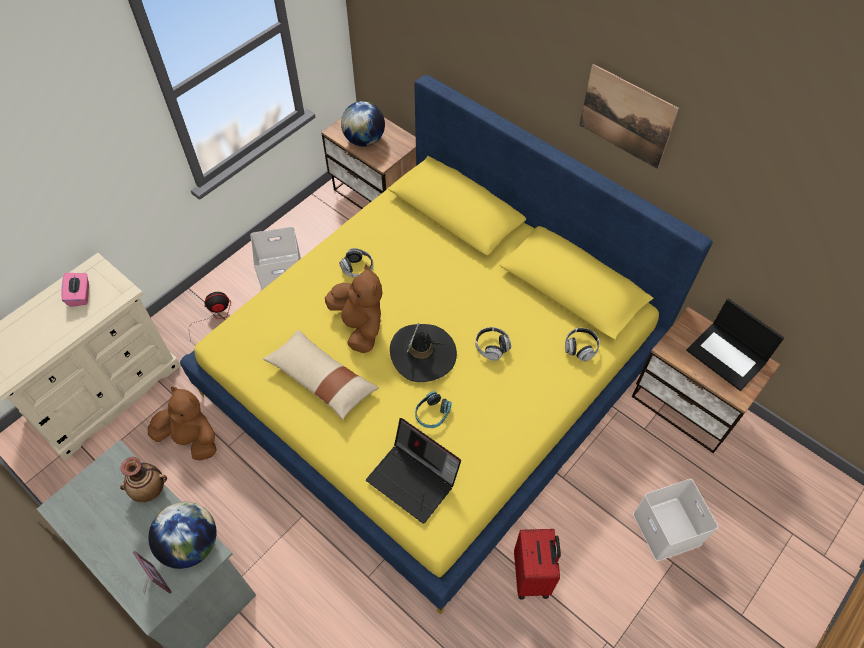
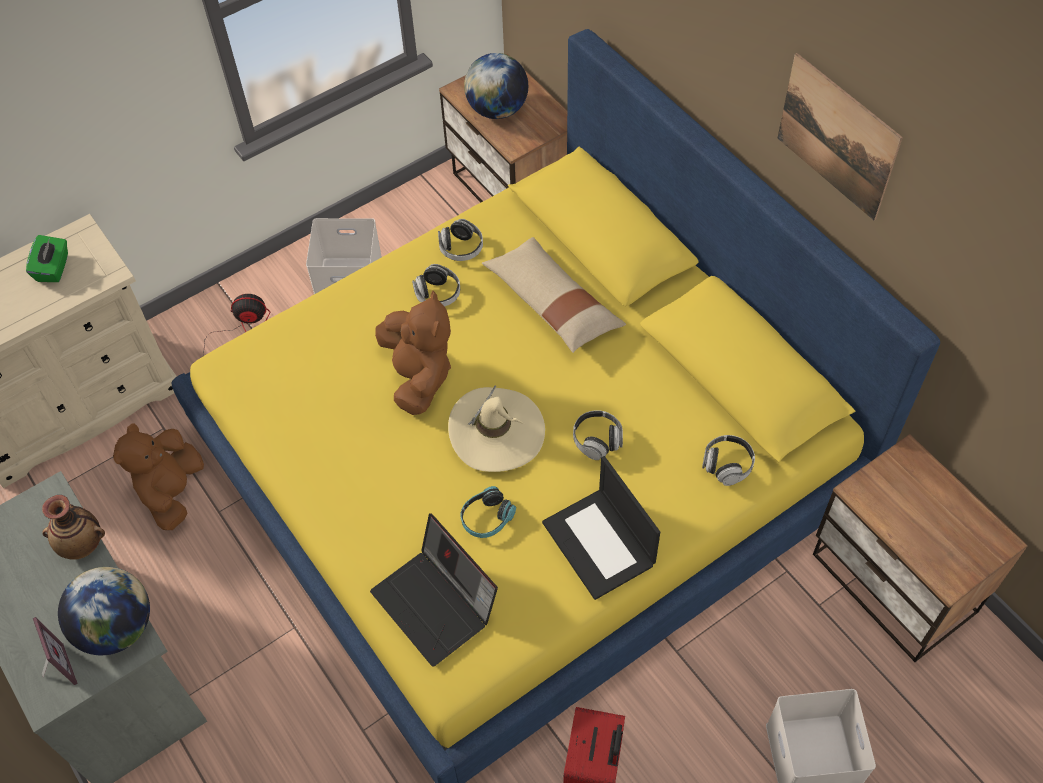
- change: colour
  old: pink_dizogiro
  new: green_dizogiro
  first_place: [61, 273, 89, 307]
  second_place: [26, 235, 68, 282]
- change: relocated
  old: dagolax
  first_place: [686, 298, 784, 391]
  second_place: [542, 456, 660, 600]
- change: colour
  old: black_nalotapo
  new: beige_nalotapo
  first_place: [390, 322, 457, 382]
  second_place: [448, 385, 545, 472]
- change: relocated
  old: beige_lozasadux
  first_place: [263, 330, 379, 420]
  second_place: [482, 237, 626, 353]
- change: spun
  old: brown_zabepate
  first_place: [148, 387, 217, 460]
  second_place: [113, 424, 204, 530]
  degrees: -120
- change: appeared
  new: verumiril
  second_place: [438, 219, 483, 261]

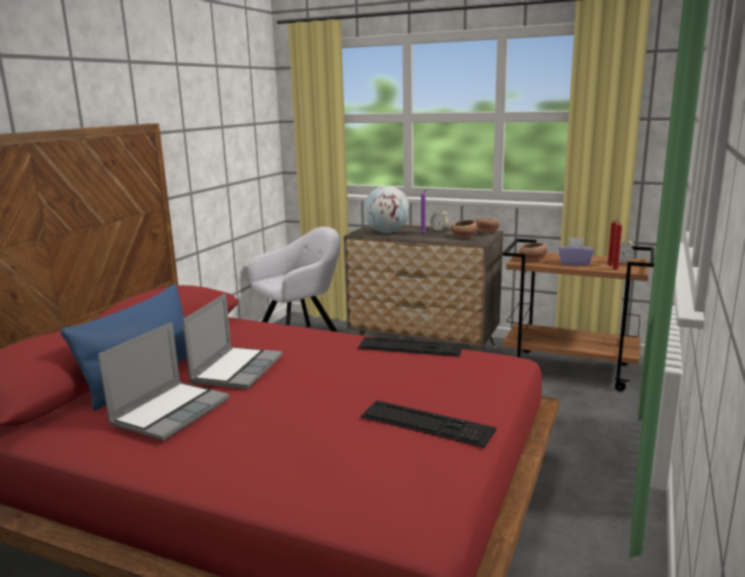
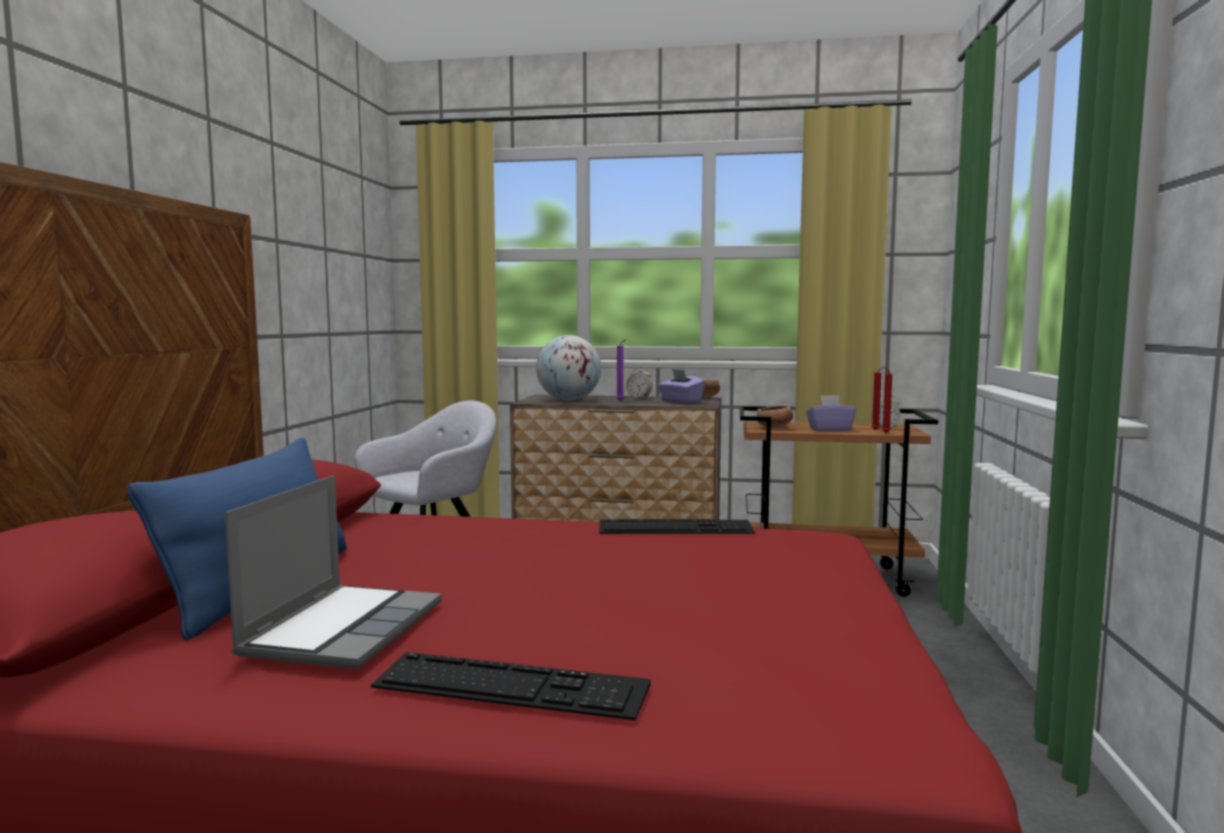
- change: exchanged
  old: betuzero
  new: purple_dizogiro
  first_place: [451, 220, 478, 238]
  second_place: [658, 369, 705, 404]
- change: missing
  old: dagolax
  first_place: [182, 293, 282, 389]
- change: relocated
  old: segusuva
  first_place: [360, 400, 496, 448]
  second_place: [371, 652, 651, 720]

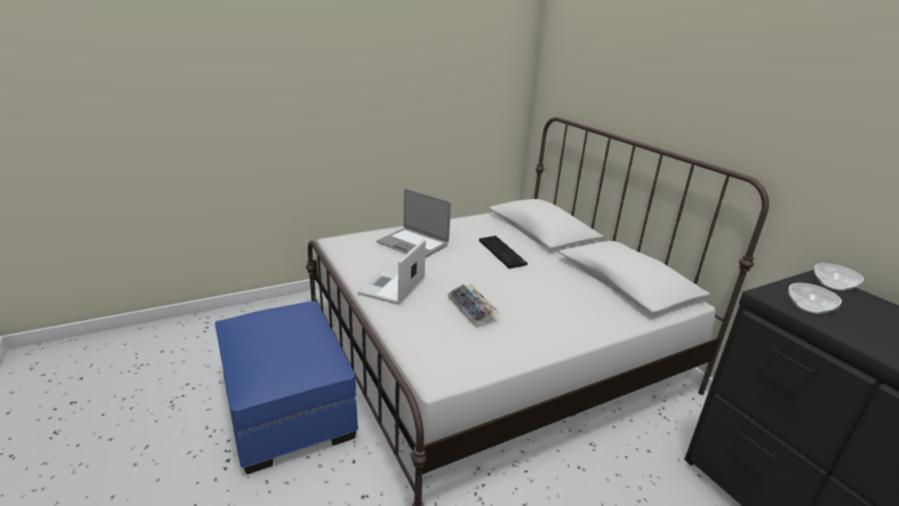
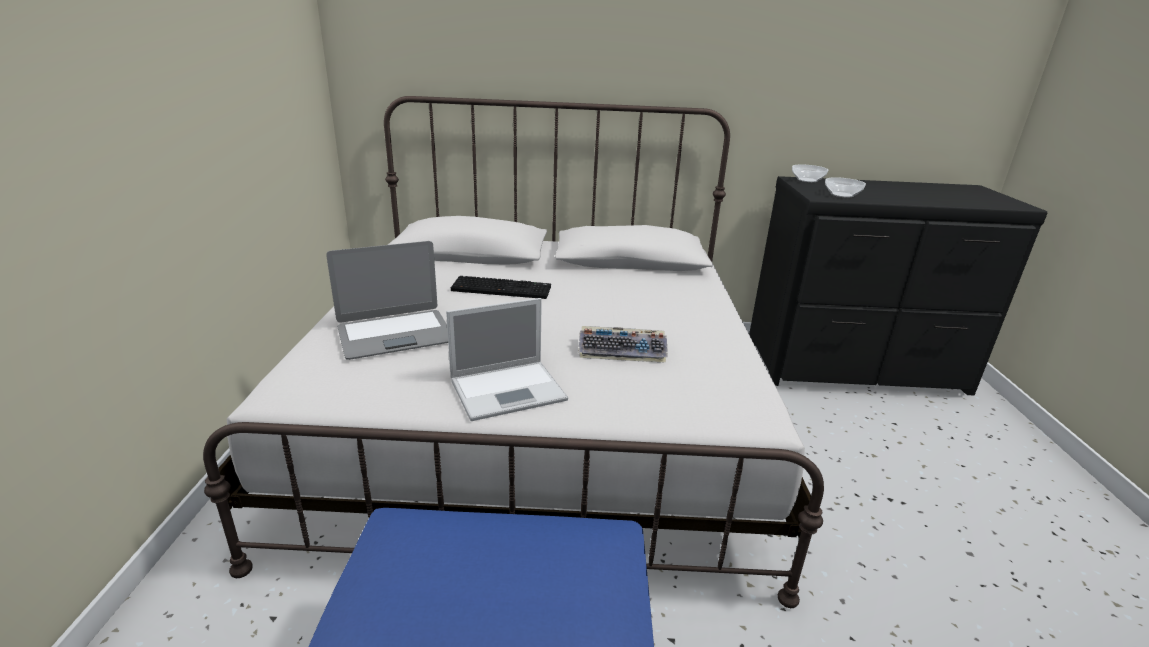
- change: spun
  old: dagolax
  first_place: [358, 239, 426, 305]
  second_place: [446, 298, 568, 421]
  degrees: -75

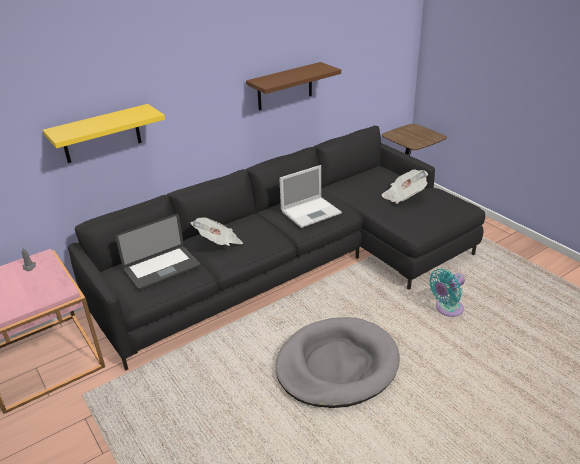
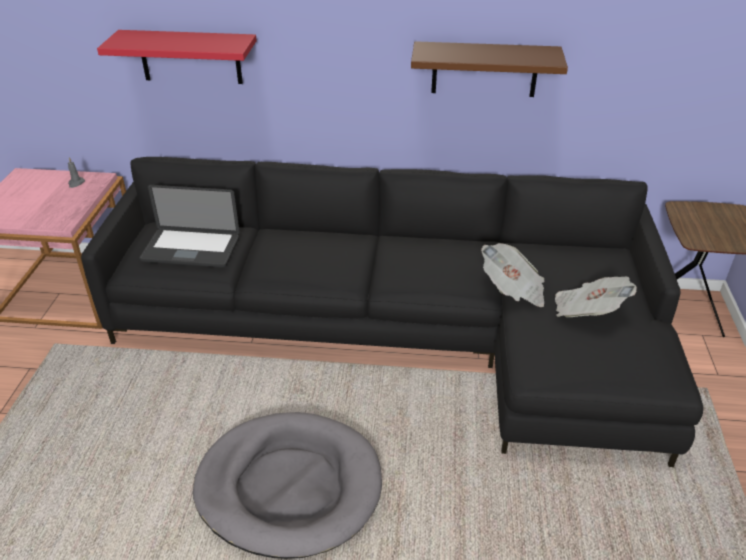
- change: colour
  old: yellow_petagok
  new: red_petagok
  first_place: [43, 104, 165, 163]
  second_place: [97, 30, 257, 84]
- change: missing
  old: dagolax
  first_place: [279, 165, 342, 228]
- change: relocated
  old: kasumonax
  first_place: [191, 217, 243, 246]
  second_place: [481, 243, 545, 307]
- change: missing
  old: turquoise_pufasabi
  first_place: [429, 269, 465, 317]

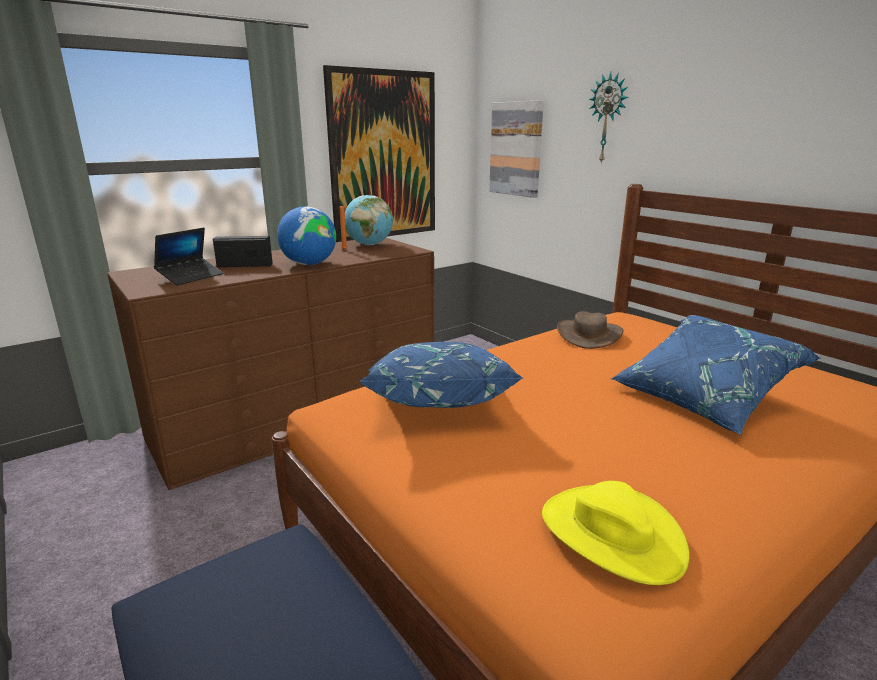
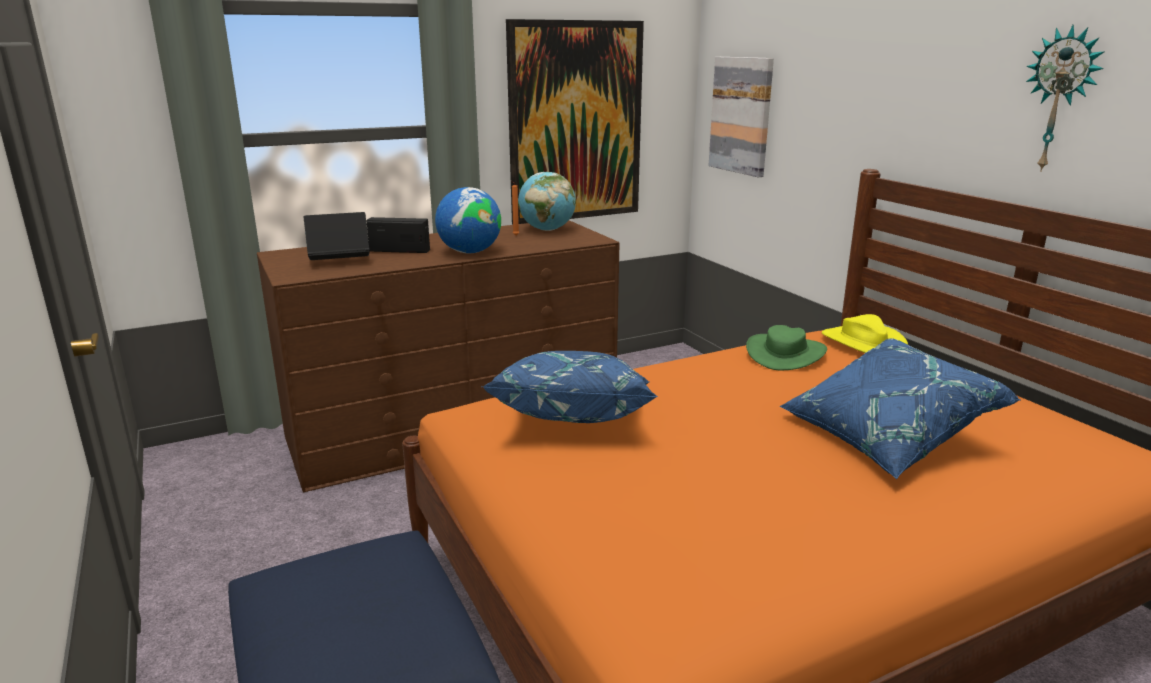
- change: relocated
  old: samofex
  first_place: [589, 72, 629, 164]
  second_place: [1026, 24, 1105, 172]
- change: spun
  old: dagolax
  first_place: [154, 227, 223, 286]
  second_place: [304, 212, 370, 260]
  degrees: -150
- change: colour
  old: brown_nalotapo
  new: green_nalotapo
  first_place: [557, 311, 623, 349]
  second_place: [746, 325, 827, 371]
- change: relocated
  old: yellow_nalotapo
  first_place: [542, 481, 690, 585]
  second_place: [822, 314, 908, 353]

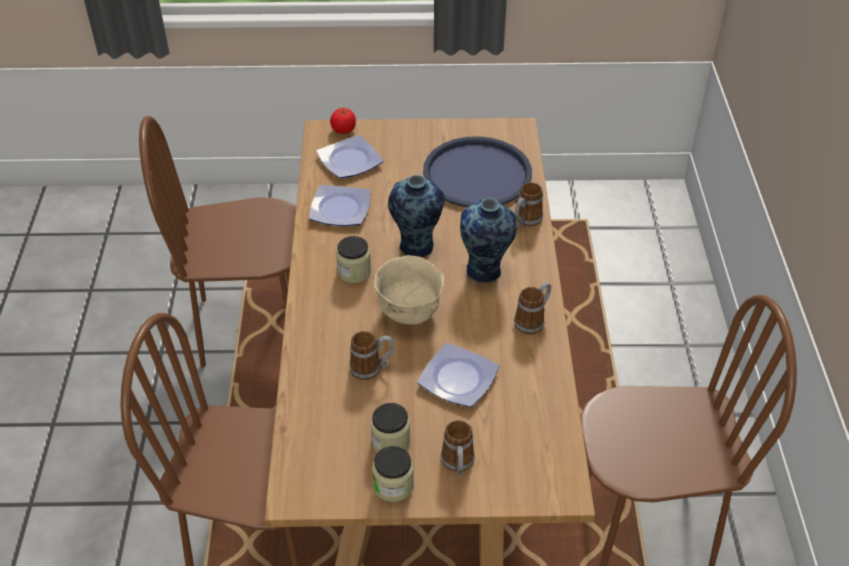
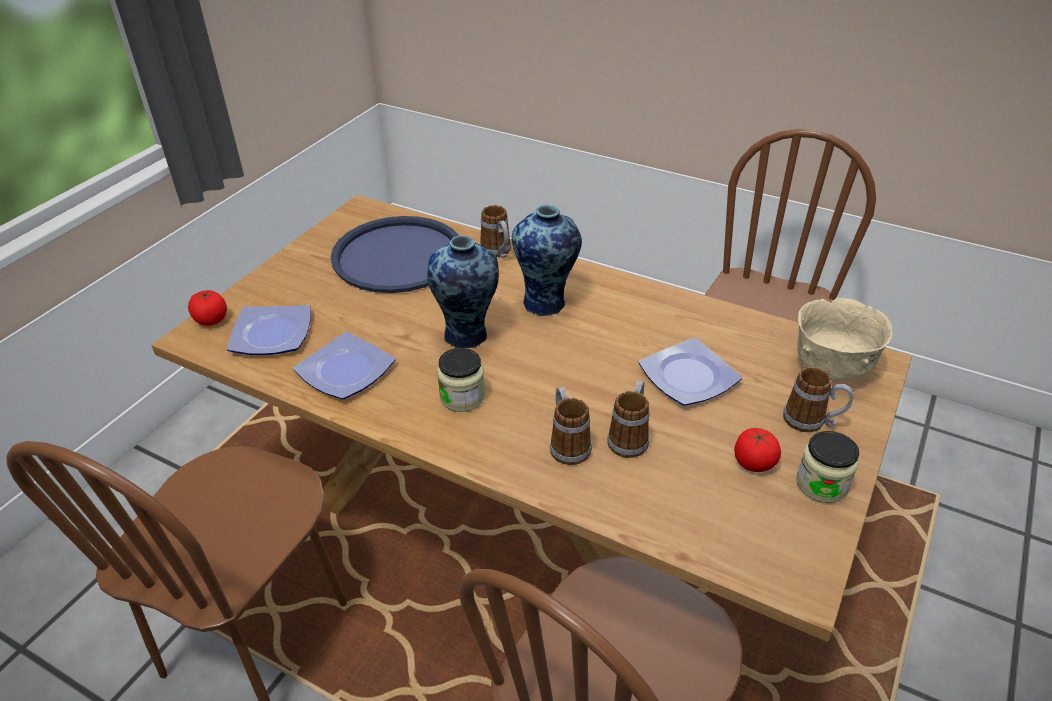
- change: relocated
  old: beige_betuzero
  first_place: [374, 255, 444, 324]
  second_place: [797, 297, 893, 381]
- change: relocated
  old: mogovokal
  first_place: [514, 282, 551, 334]
  second_place: [550, 387, 592, 465]
- change: exchanged
  old: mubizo
  new: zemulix
  first_place: [370, 403, 410, 453]
  second_place: [734, 428, 781, 472]

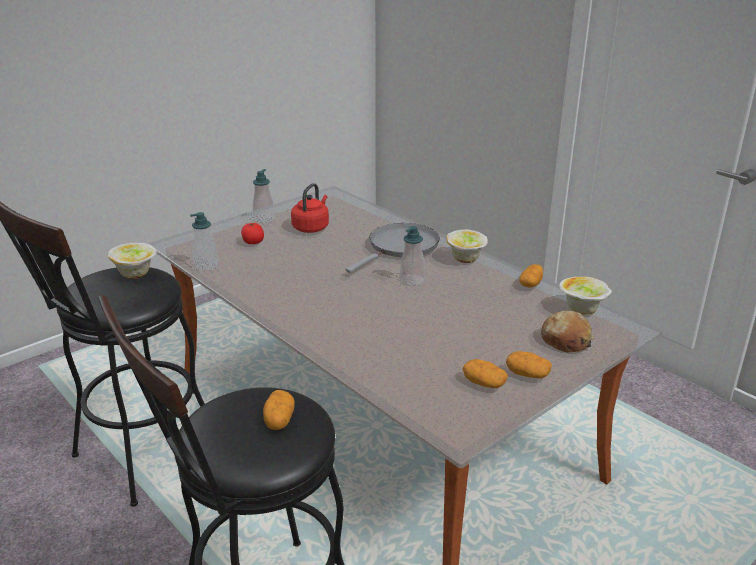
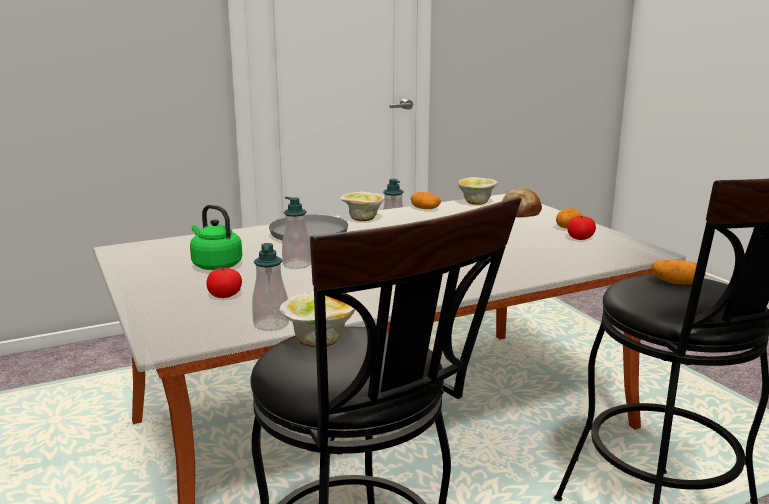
- change: relocated
  old: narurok
  first_place: [253, 169, 275, 223]
  second_place: [282, 197, 311, 269]
- change: colour
  old: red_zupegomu
  new: green_zupegomu
  first_place: [291, 183, 329, 233]
  second_place: [190, 205, 242, 270]
- change: exchanged
  old: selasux
  new: zemulix
  first_place: [463, 359, 508, 388]
  second_place: [567, 216, 596, 240]

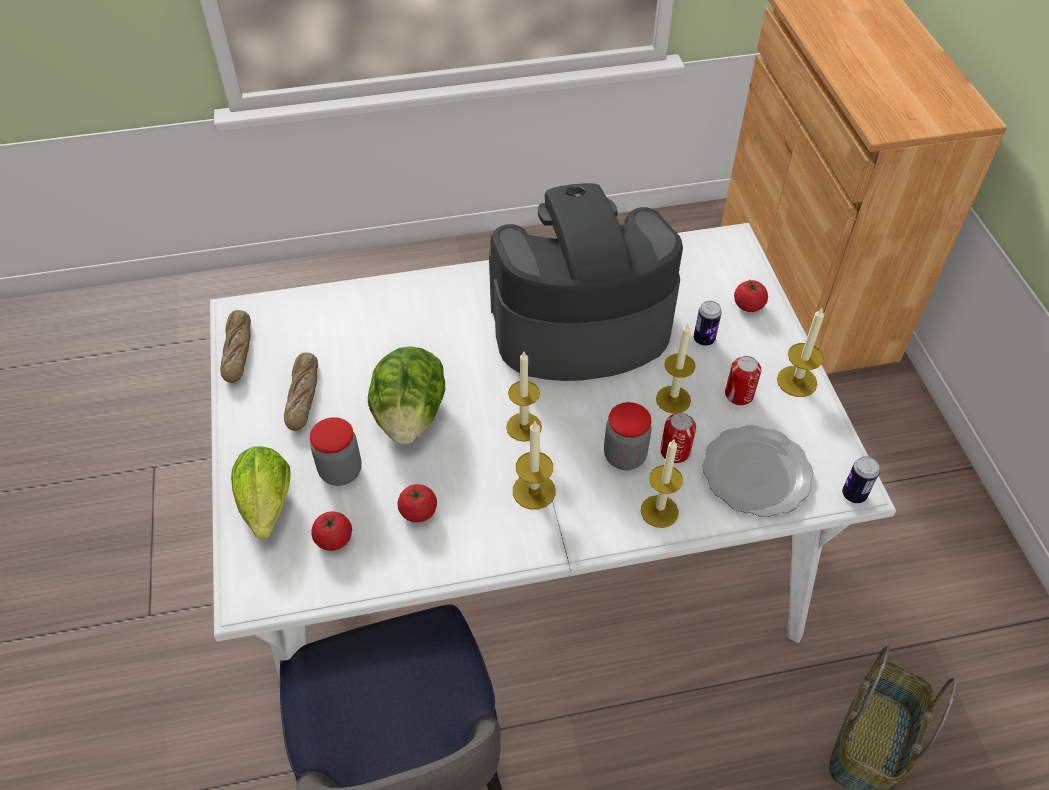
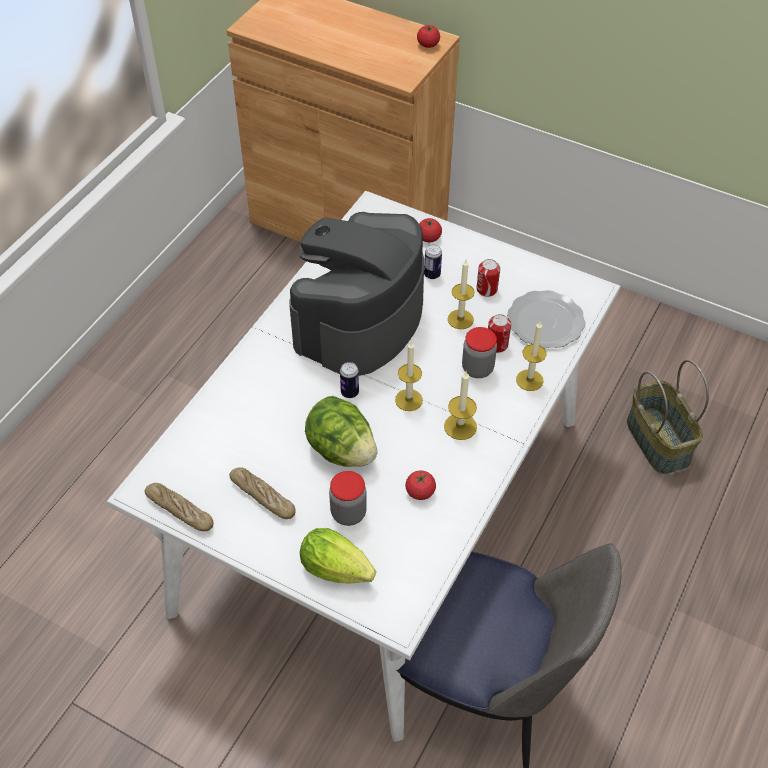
- change: missing
  old: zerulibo
  first_place: [777, 308, 824, 397]
- change: relocated
  old: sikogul
  first_place: [842, 456, 880, 503]
  second_place: [340, 362, 359, 398]
- change: relocated
  old: zemulix
  first_place: [311, 511, 352, 551]
  second_place: [417, 25, 440, 48]

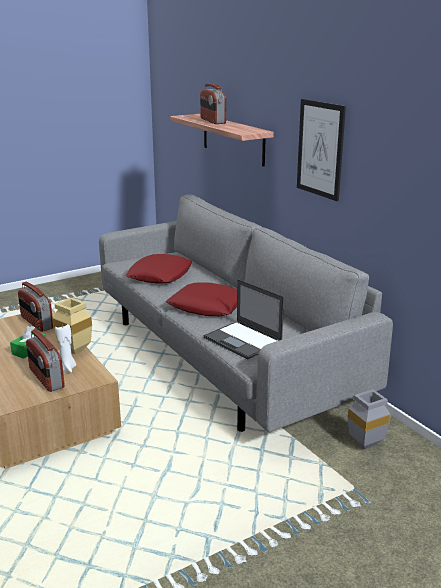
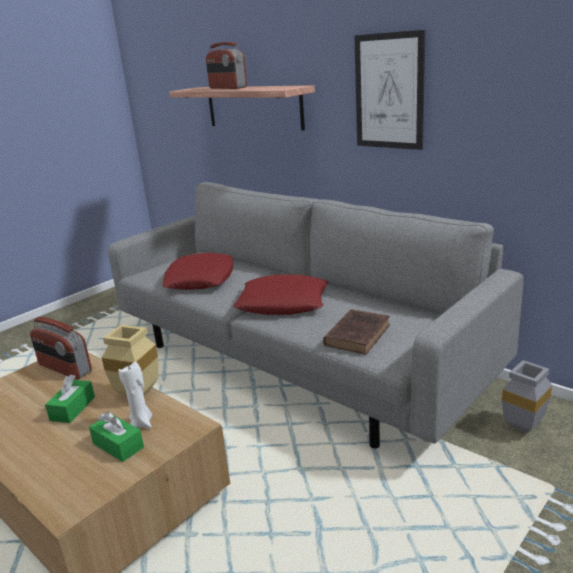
- change: exchanged
  old: dagolax
  new: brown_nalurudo
  first_place: [204, 279, 284, 360]
  second_place: [323, 309, 390, 355]
- change: exchanged
  old: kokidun
  new: green_dizogiro
  first_place: [26, 329, 65, 392]
  second_place: [89, 411, 144, 462]

